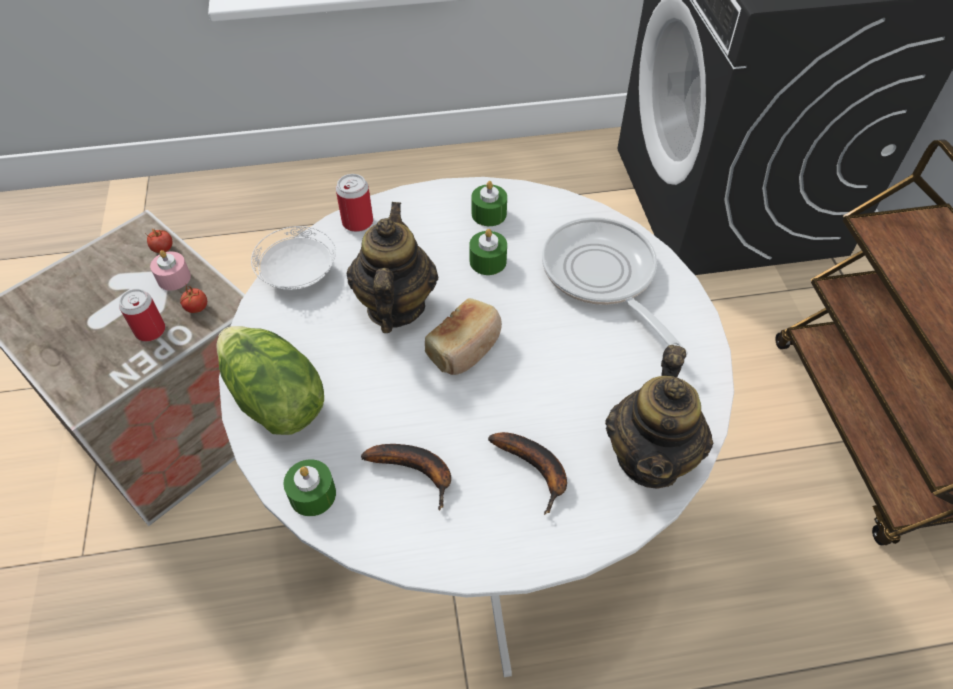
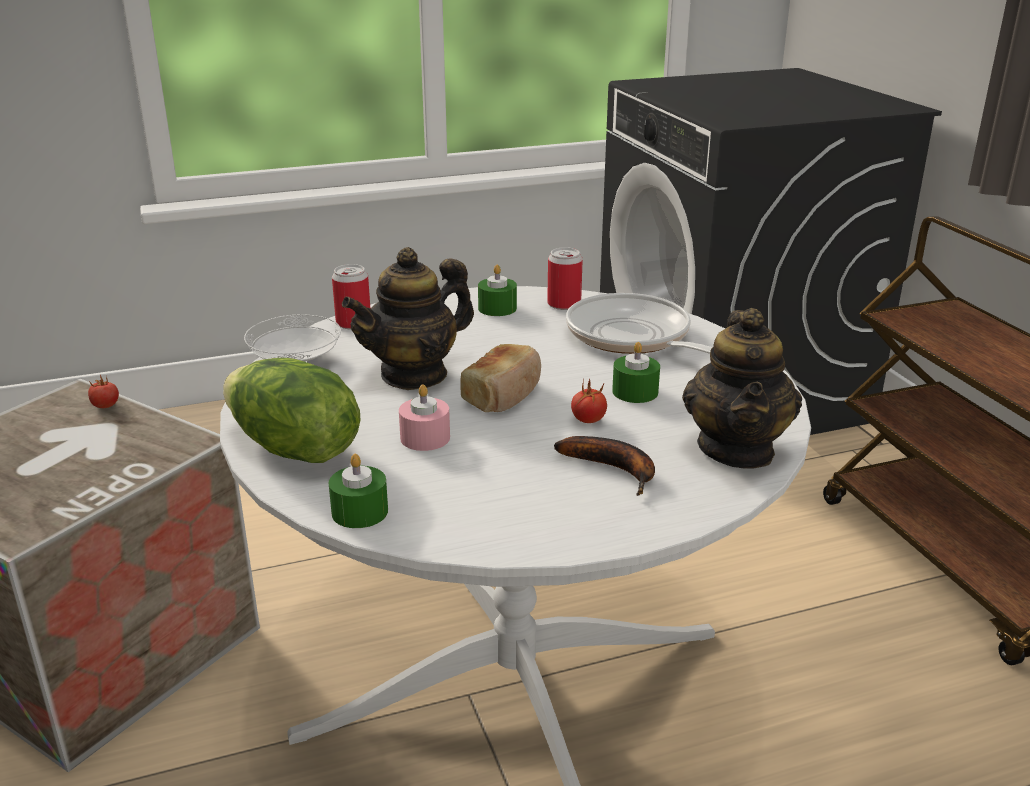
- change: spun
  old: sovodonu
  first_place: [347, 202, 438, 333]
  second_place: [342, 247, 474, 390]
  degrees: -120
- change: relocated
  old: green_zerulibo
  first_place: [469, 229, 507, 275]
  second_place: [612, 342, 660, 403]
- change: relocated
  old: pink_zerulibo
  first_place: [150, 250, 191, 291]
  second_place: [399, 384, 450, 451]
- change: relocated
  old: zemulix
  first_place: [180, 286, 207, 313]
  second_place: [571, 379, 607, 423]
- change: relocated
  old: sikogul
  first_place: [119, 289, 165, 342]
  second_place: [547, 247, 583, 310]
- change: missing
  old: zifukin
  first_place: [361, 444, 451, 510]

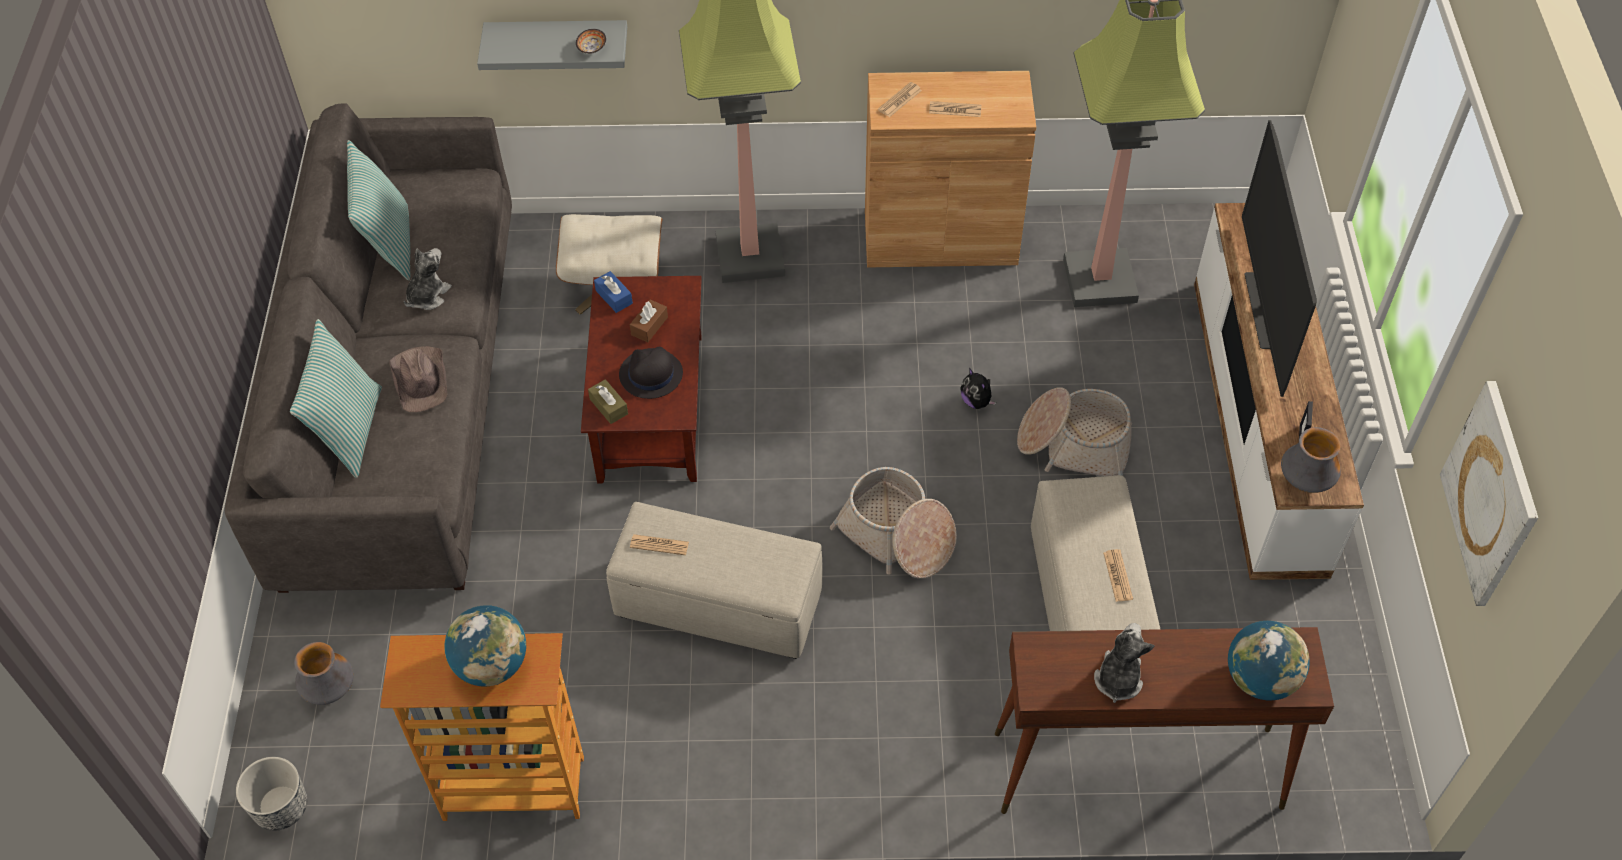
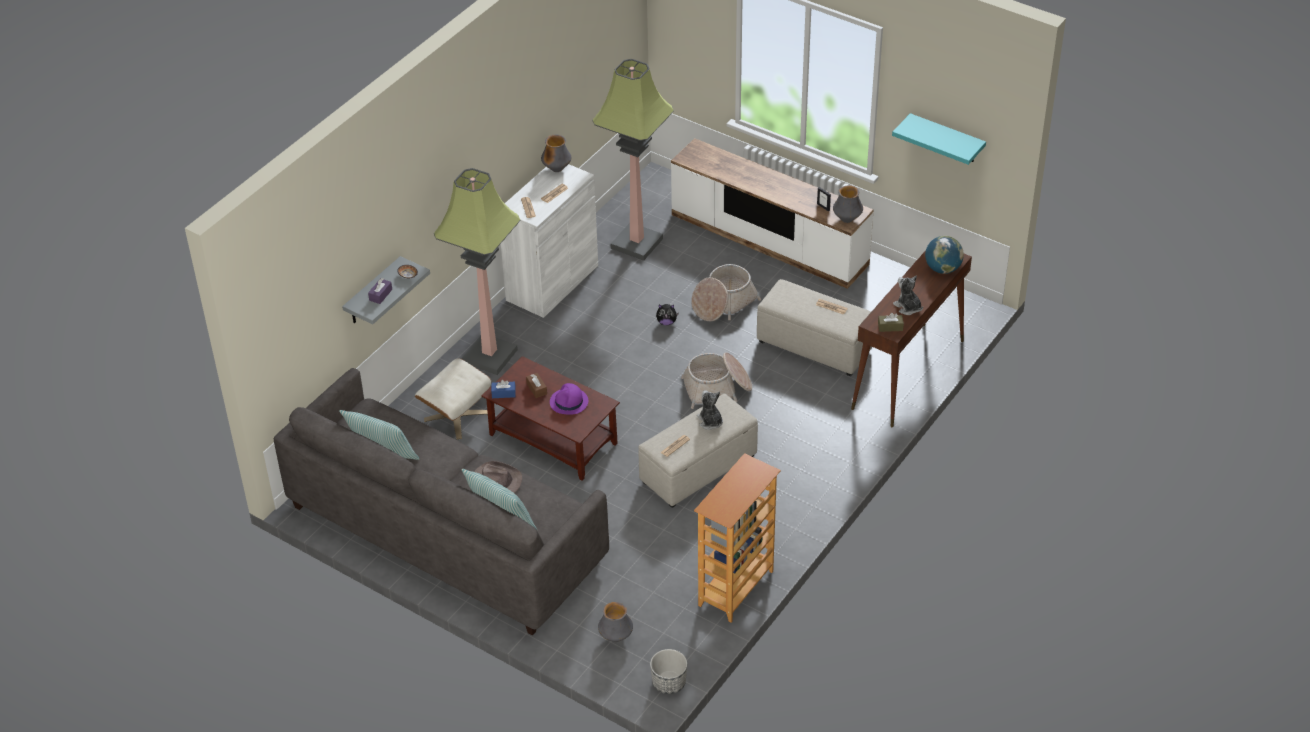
- change: colour
  old: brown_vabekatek
  new: white_vabekatek
  first_place: [865, 71, 1036, 267]
  second_place: [501, 164, 598, 318]
- change: missing
  old: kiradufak
  first_place: [1242, 120, 1317, 397]
- change: relocated
  old: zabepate
  first_place: [404, 248, 452, 310]
  second_place: [697, 390, 723, 430]
- change: colour
  old: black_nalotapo
  new: purple_nalotapo
  first_place: [619, 347, 683, 399]
  second_place: [550, 383, 588, 414]
- change: relocated
  old: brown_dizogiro
  first_place: [588, 379, 628, 424]
  second_place: [878, 313, 904, 332]
- change: exchanged
  old: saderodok
  new: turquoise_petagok
  first_place: [1440, 381, 1538, 606]
  second_place: [892, 113, 986, 165]
- change: missing
  old: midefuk
  first_place: [444, 605, 526, 686]
- change: appeared
  new: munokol
  second_place: [541, 135, 571, 172]
- change: appeared
  new: purple_dizogiro
  second_place: [368, 278, 392, 304]

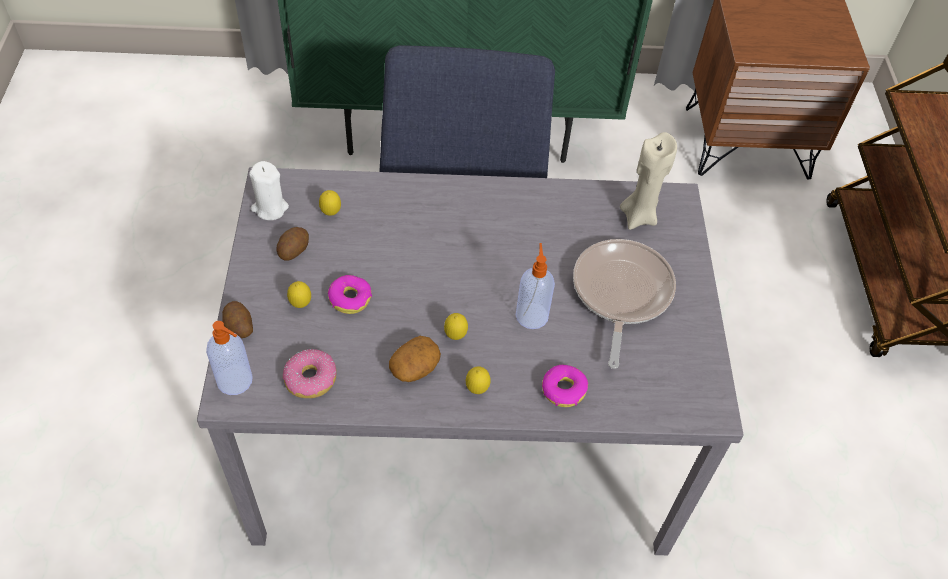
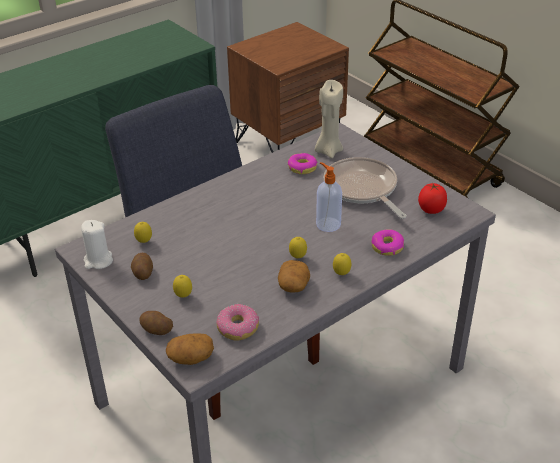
- change: relocated
  old: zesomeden
  first_place: [328, 275, 372, 314]
  second_place: [288, 153, 317, 174]
- change: exchanged
  old: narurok
  new: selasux
  first_place: [206, 321, 253, 395]
  second_place: [166, 333, 214, 365]
- change: appeared
  new: zemulix
  second_place: [418, 182, 447, 214]

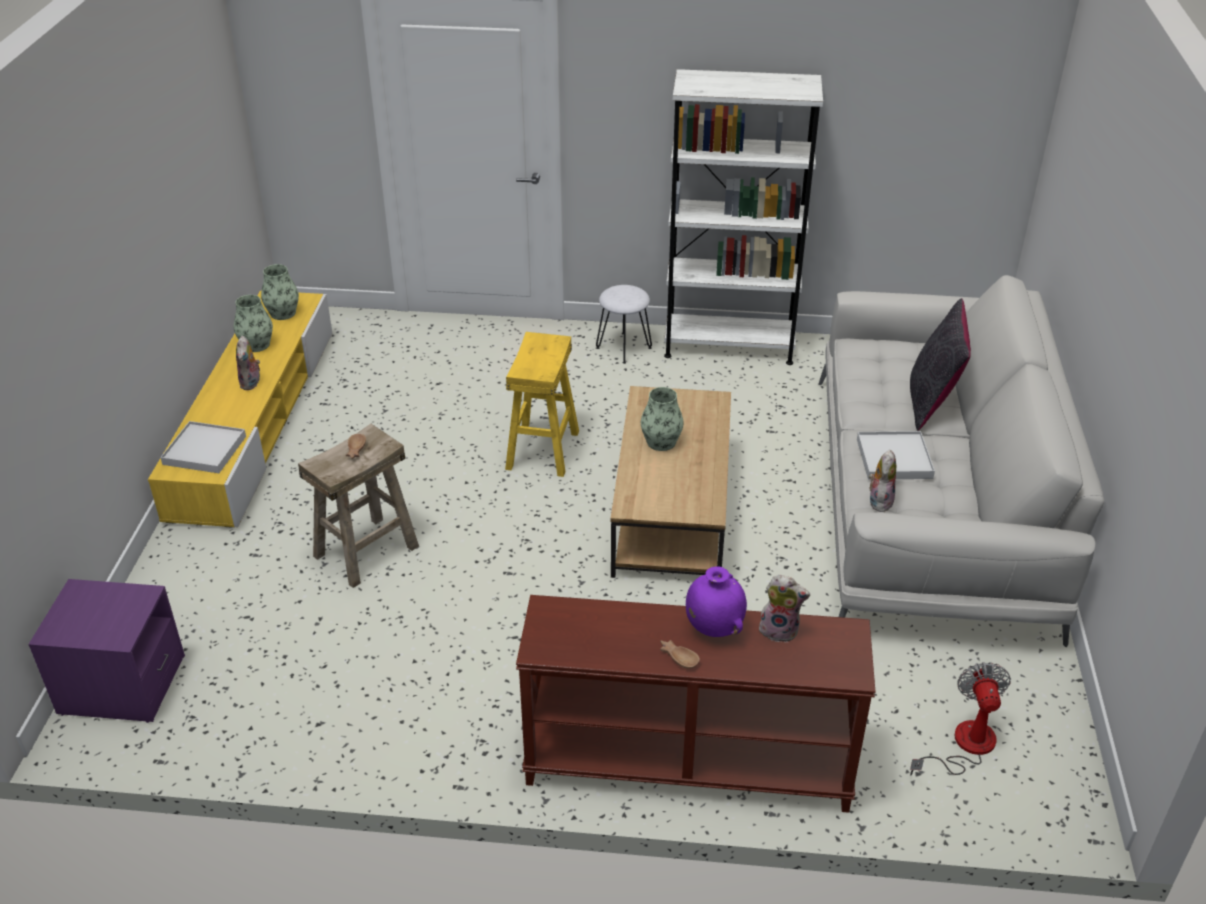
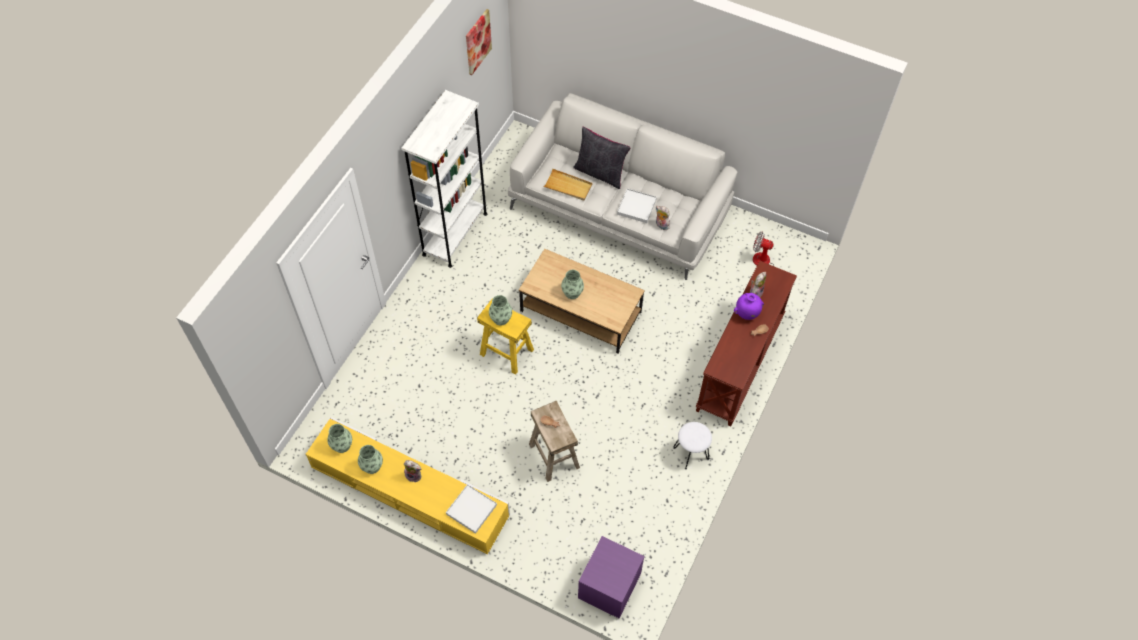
- change: relocated
  old: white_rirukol
  first_place: [596, 285, 652, 364]
  second_place: [673, 422, 712, 470]
- change: appeared
  new: saderodok
  second_place: [466, 9, 492, 75]
- change: appeared
  new: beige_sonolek
  second_place: [543, 168, 592, 201]
- change: appeared
  new: munokol
  second_place: [489, 295, 512, 326]

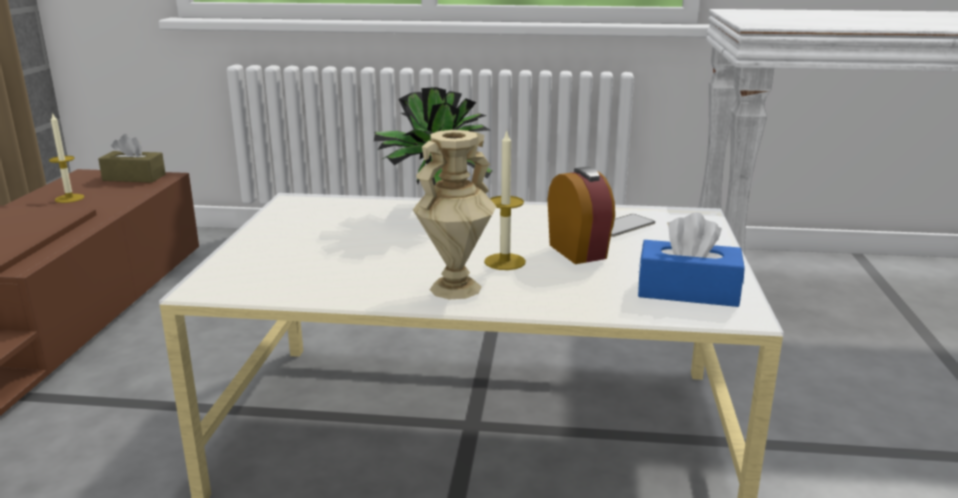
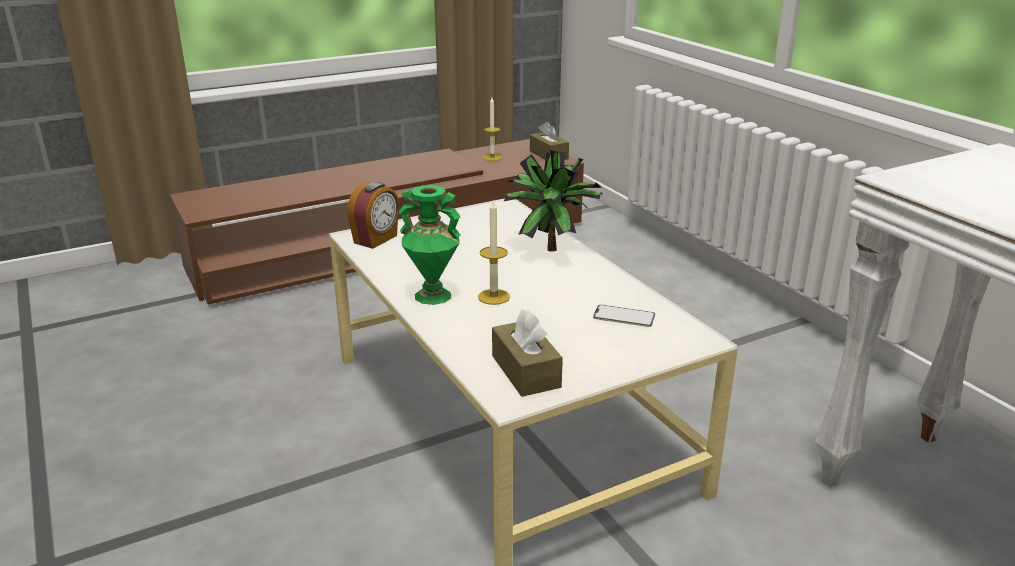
- change: colour
  old: beige_munokol
  new: green_munokol
  first_place: [413, 130, 497, 300]
  second_place: [399, 185, 461, 305]
- change: relocated
  old: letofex
  first_place: [548, 167, 615, 264]
  second_place: [347, 182, 399, 249]
- change: colour
  old: blue_dizogiro
  new: brown_dizogiro
  first_place: [638, 212, 745, 307]
  second_place: [492, 310, 563, 397]

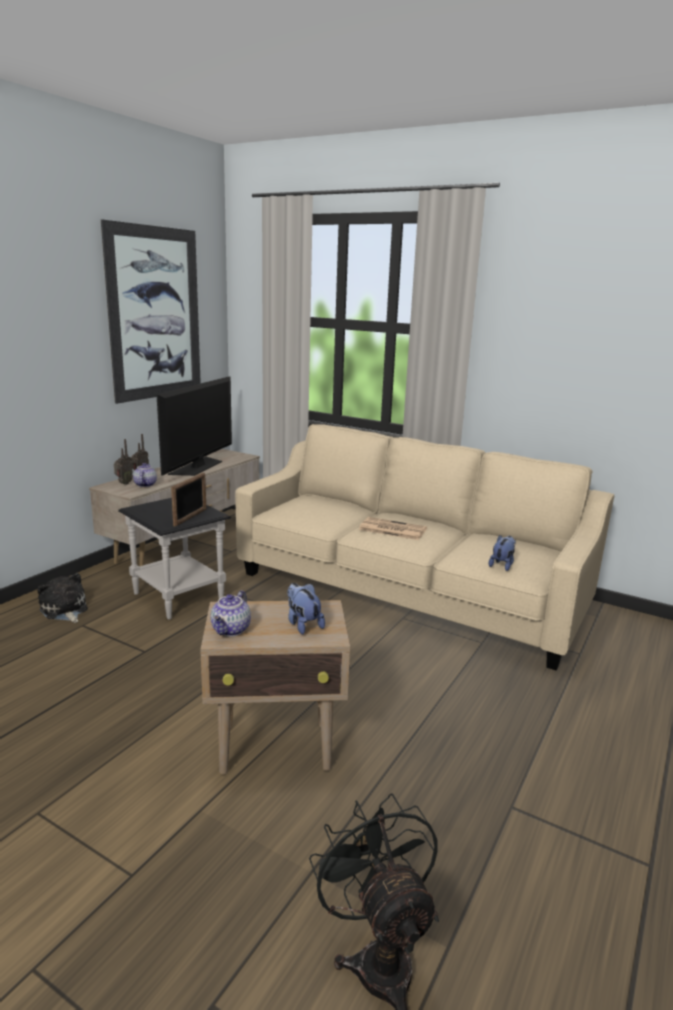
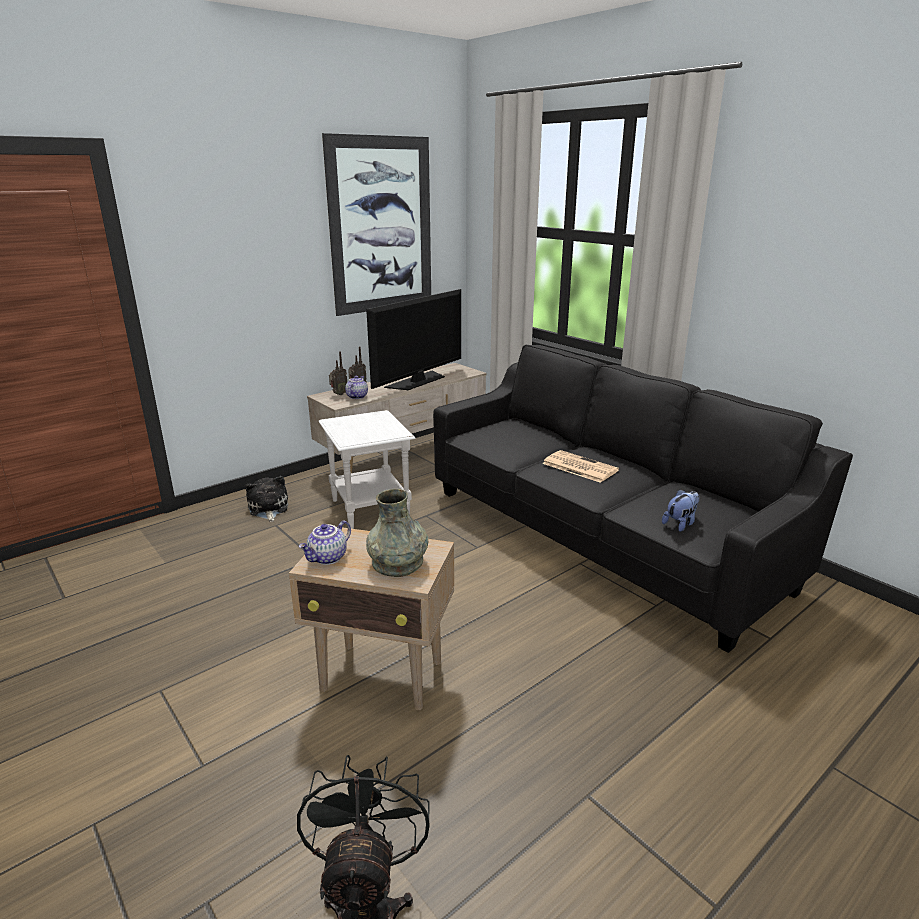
- change: colour
  old: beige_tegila
  new: black_tegila
  first_place: [235, 424, 614, 670]
  second_place: [433, 345, 853, 653]
- change: missing
  old: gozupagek
  first_place: [171, 472, 206, 527]
- change: colour
  old: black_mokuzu
  new: white_mokuzu
  first_place: [118, 498, 231, 619]
  second_place: [318, 410, 416, 529]
- change: exchanged
  old: zabepate
  new: grey_munokol
  first_place: [287, 583, 325, 634]
  second_place: [366, 489, 428, 577]

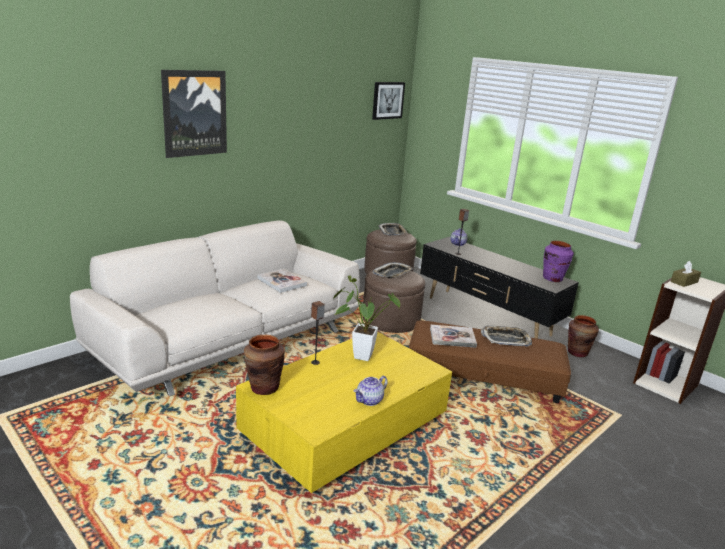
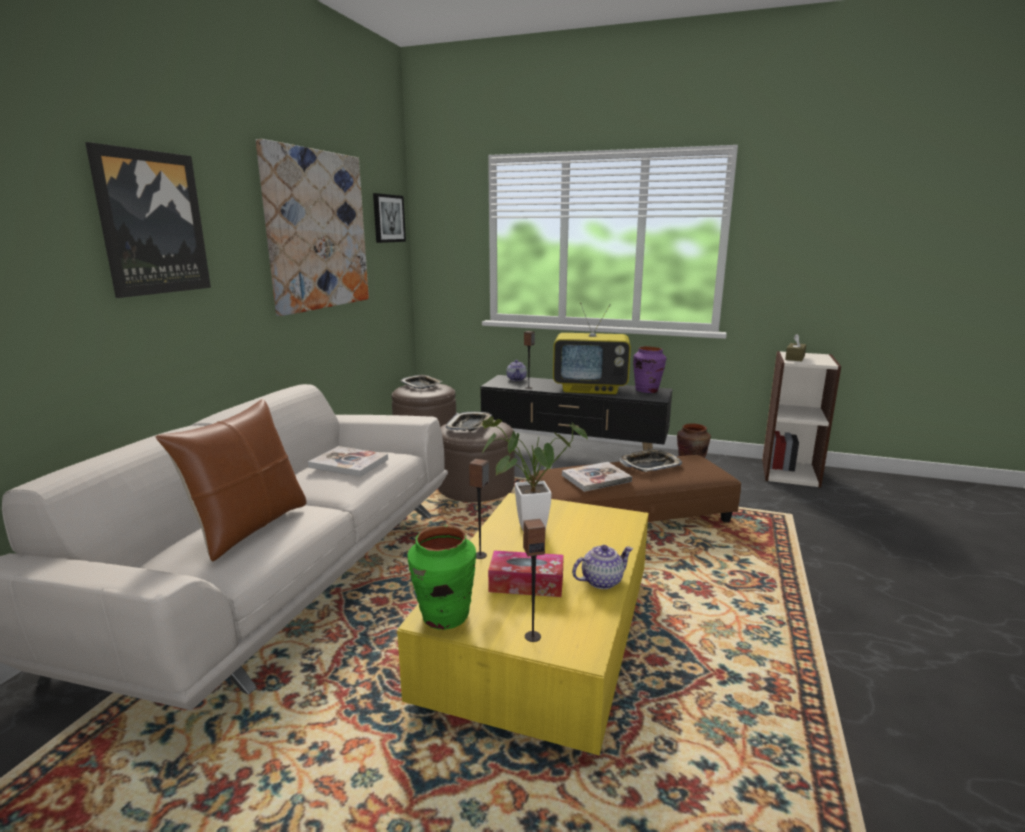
- change: colour
  old: brown_munokol
  new: green_munokol
  first_place: [244, 335, 285, 395]
  second_place: [407, 526, 476, 630]
- change: spun
  old: sovodonu
  first_place: [354, 376, 388, 406]
  second_place: [572, 545, 633, 589]
  degrees: -135
- change: appeared
  new: saderodok
  second_place: [256, 139, 369, 316]
- change: appeared
  new: kiradufak
  second_place: [553, 303, 631, 394]
- change: appeared
  new: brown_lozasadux
  second_place: [155, 399, 307, 562]
- change: appeared
  new: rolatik
  second_place: [523, 519, 545, 642]
- change: appeared
  new: dizogiro
  second_place: [488, 550, 564, 597]

